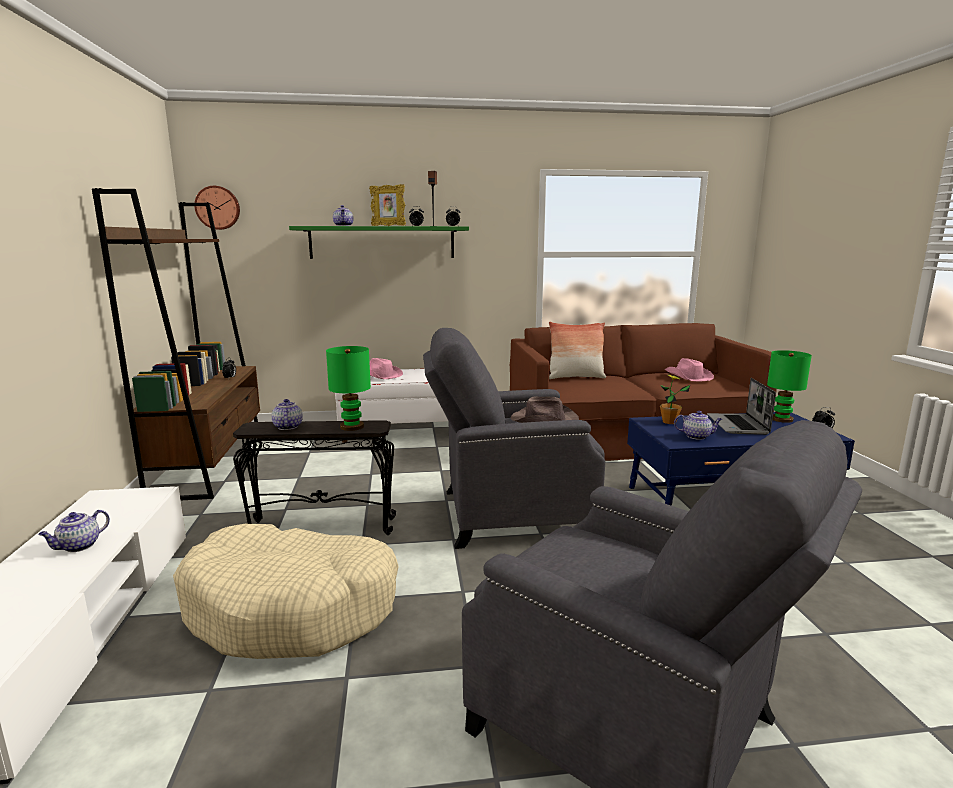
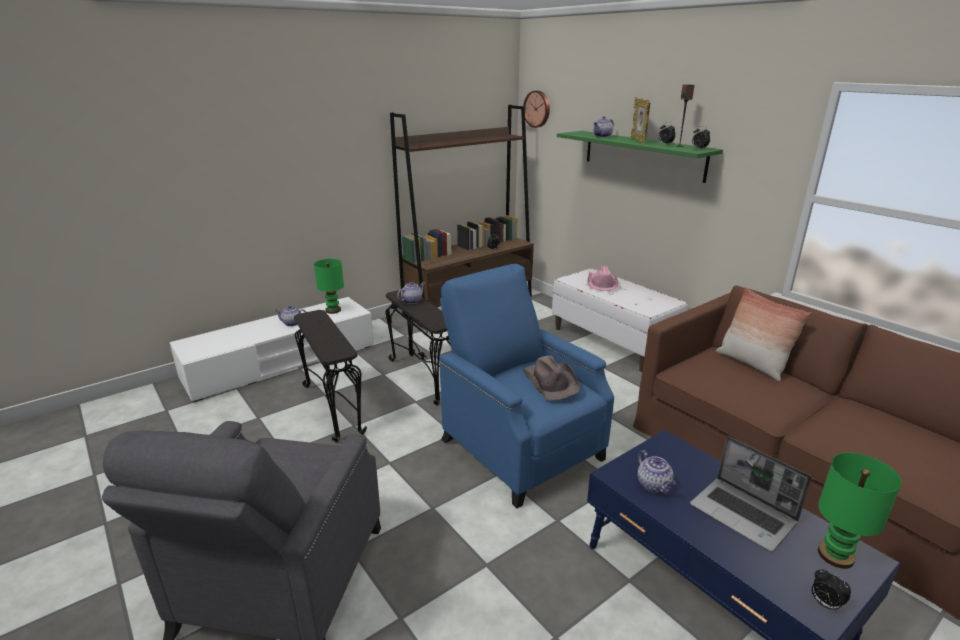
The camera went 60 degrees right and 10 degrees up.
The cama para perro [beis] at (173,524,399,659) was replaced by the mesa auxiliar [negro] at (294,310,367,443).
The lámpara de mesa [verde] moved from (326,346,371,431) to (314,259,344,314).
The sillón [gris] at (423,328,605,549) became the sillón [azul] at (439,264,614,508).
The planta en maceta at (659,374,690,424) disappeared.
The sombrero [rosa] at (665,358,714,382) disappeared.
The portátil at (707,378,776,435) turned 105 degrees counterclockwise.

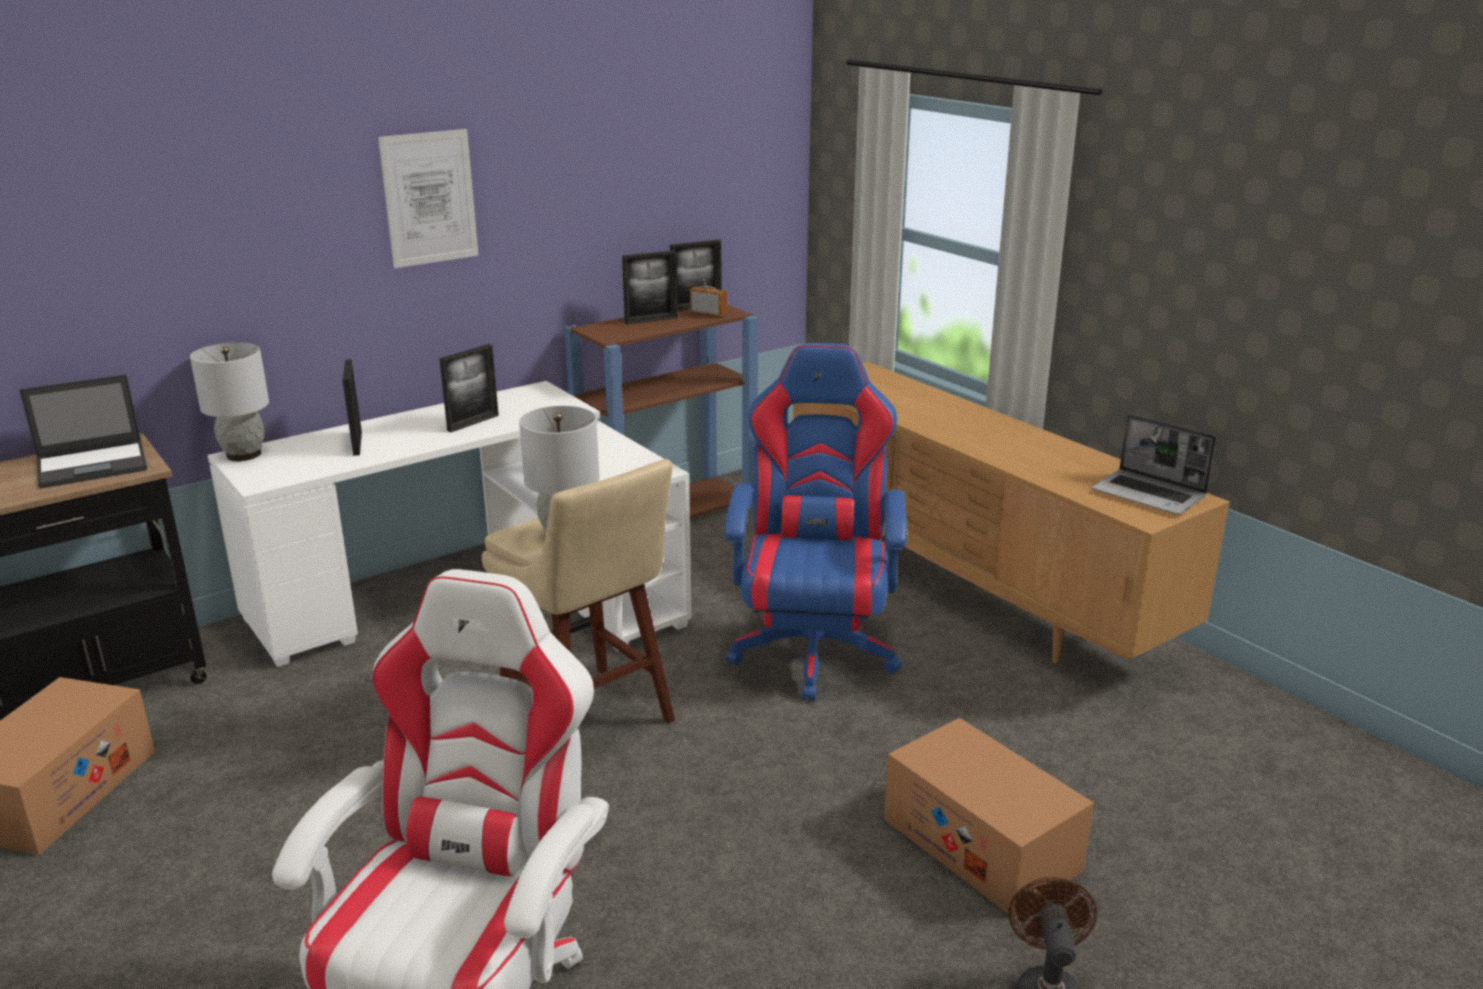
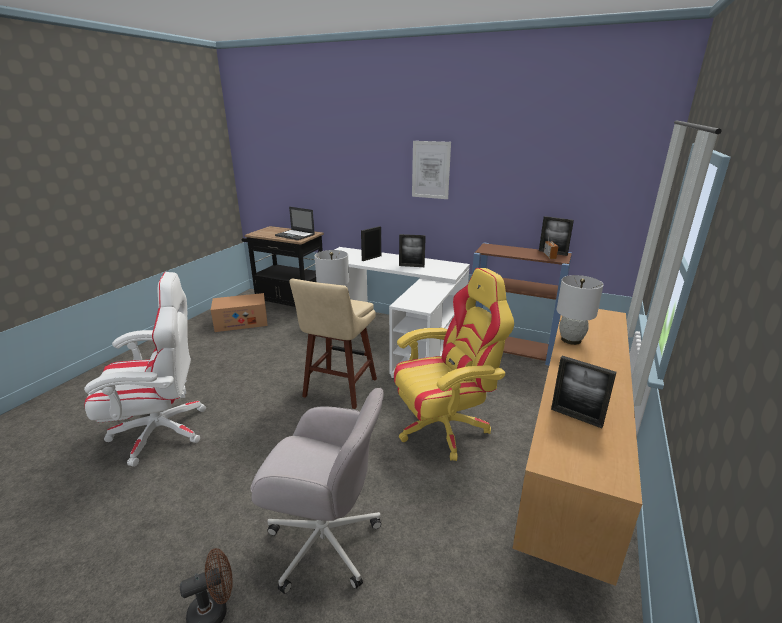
The camera went 60 degrees right and 0 degrees up.
The lámpara de mesa [blanco] moved from (190,342,269,461) to (557,275,603,345).
The portarretratos moved from (622,250,678,324) to (551,356,616,428).
The silla de oficina [azul] at (724,343,907,701) became the silla de oficina [amarillo] at (394,268,514,461).
The caja de cartón at (884,718,1094,917) was replaced by the silla de oficina [gris] at (250,388,384,594).
The portátil at (1092,414,1217,515) disappeared.

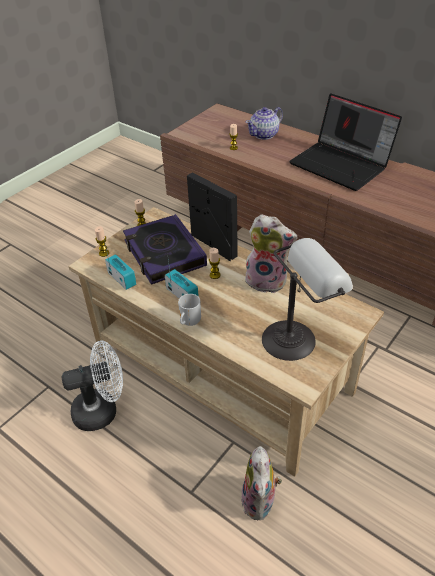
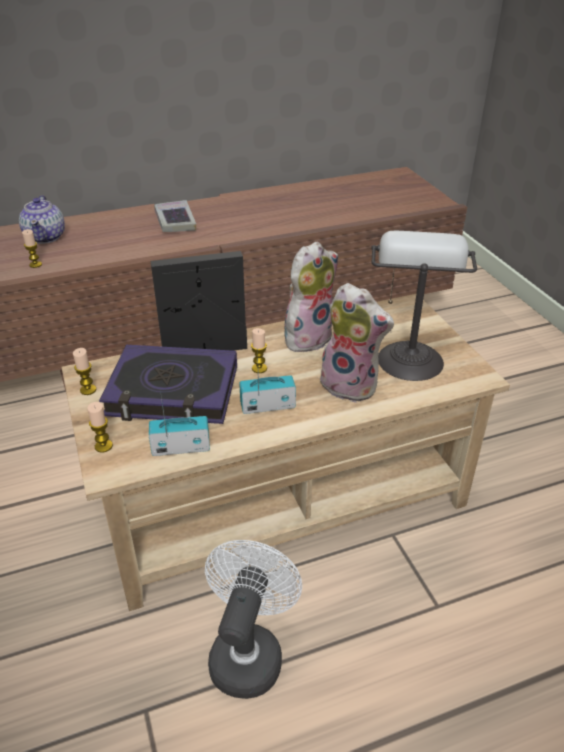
The camera went 60 degrees left and 5 degrees down.
The taza grande at (178,294,201,326) disappeared.
The peluche moved from (241,446,282,520) to (320,283,394,403).
The portátil at (289,93,402,191) was replaced by the libro at (154,200,196,232).

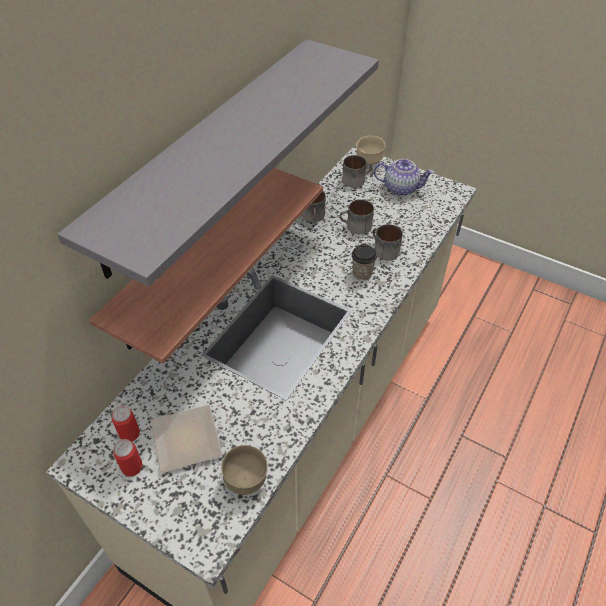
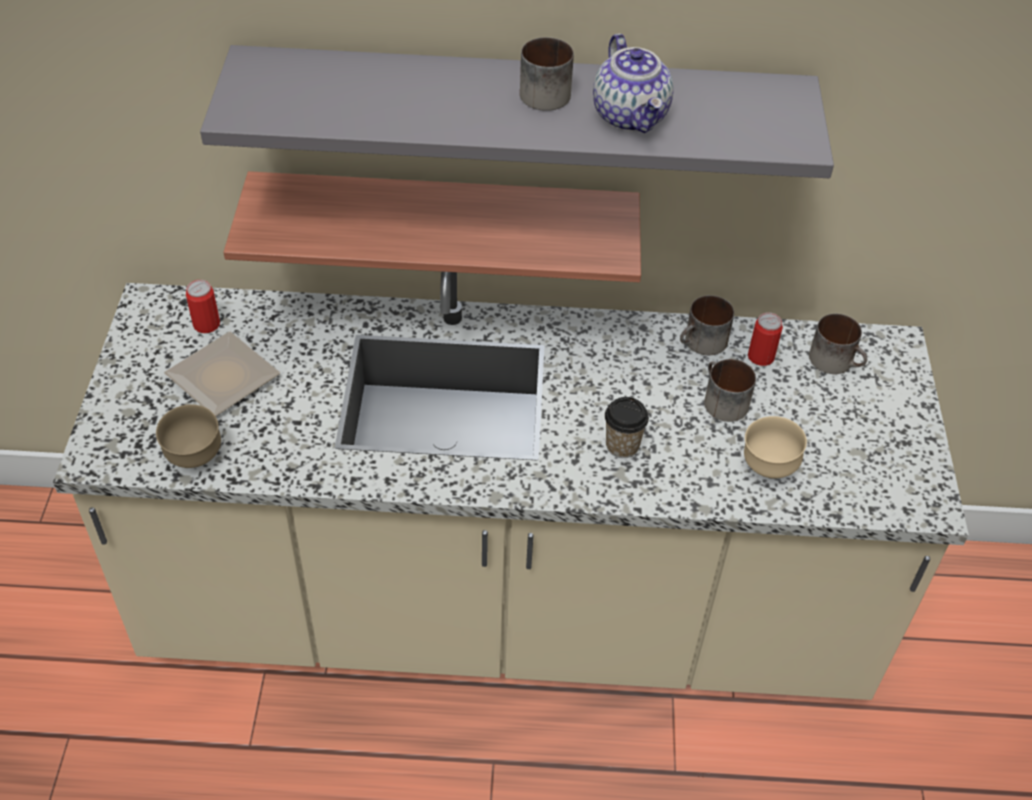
The camera went 60 degrees right and 0 degrees up.
The lata moved from (113,439,143,476) to (748,312,783,366).
The cuenco [beis] moved from (356,136,385,165) to (744,416,807,478).
The taza grande moved from (372,224,403,261) to (520,37,574,111).
The tetera moved from (373,159,434,196) to (593,33,674,133).

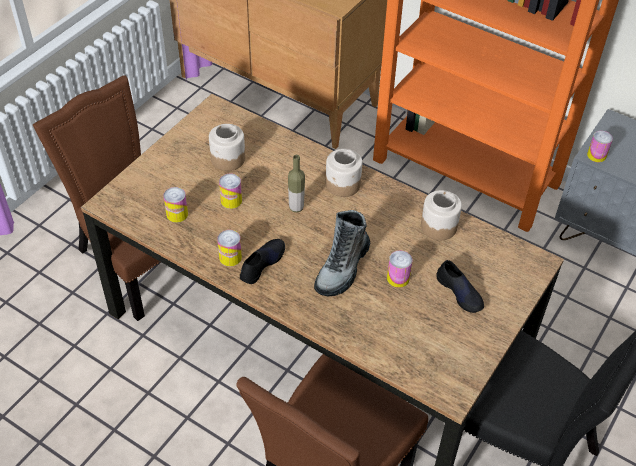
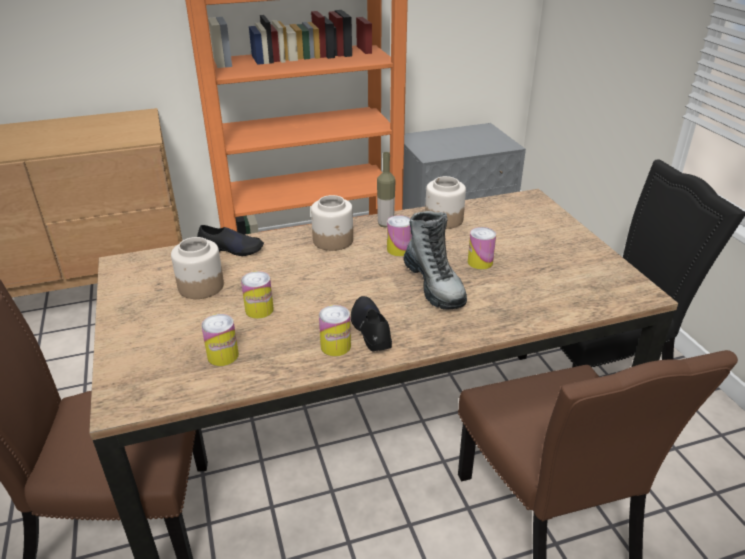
The camera went 50 degrees left and 15 degrees down.
The botella moved from (288,155,305,213) to (377,152,396,228).
The zapato [negro] moved from (436,260,484,313) to (197,225,264,256).
The lata moved from (587,131,613,162) to (387,215,412,256).

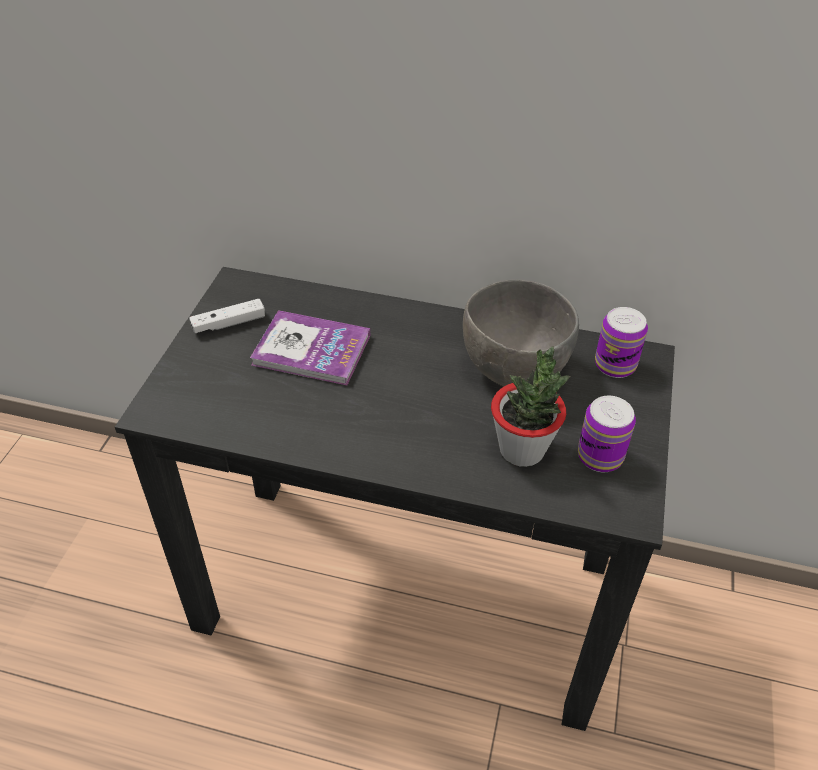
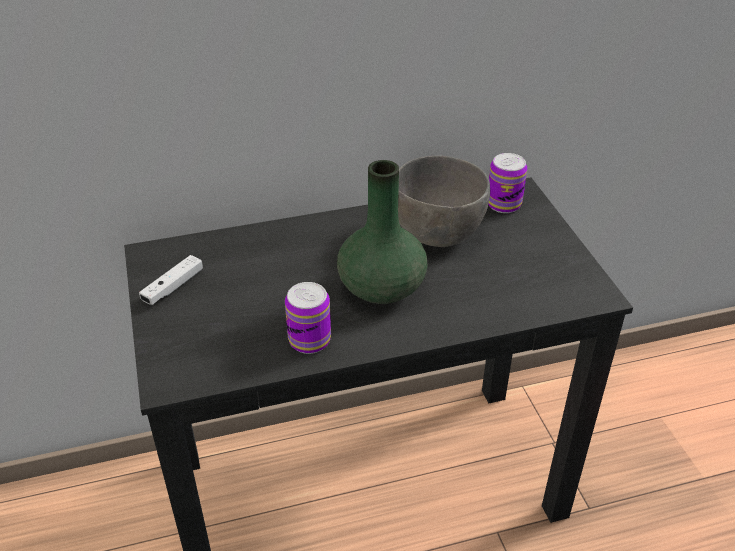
The camera went 30 degrees left and 5 degrees down.
The libro at (250,310,370,385) disappeared.
The planta en maceta at (491,346,571,467) disappeared.
The lata moved from (578,396,636,472) to (285,282,331,354).
The florero [verde] at (337,160,427,304) appeared.

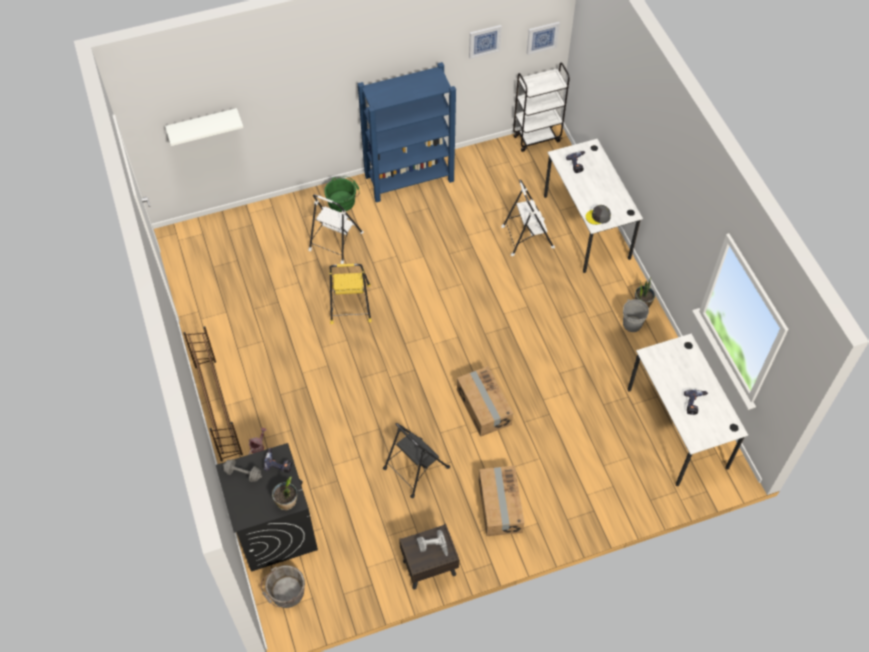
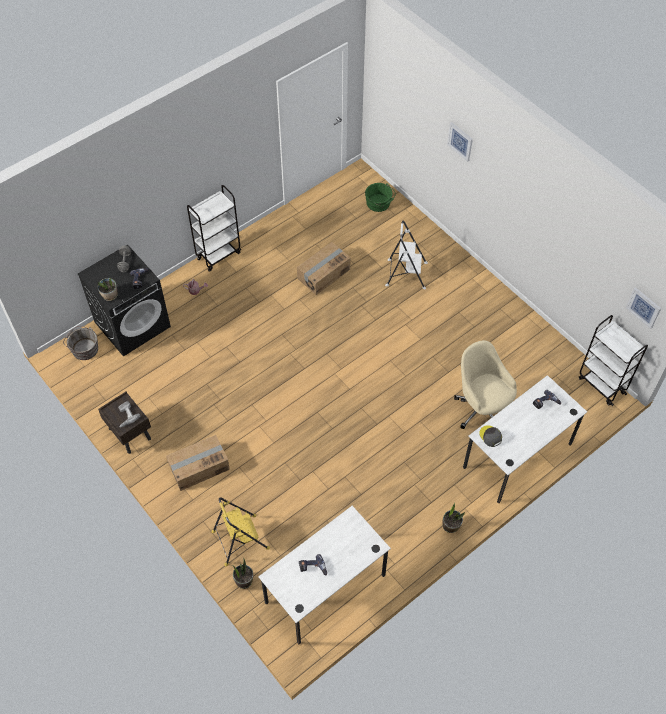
The camera went 70 degrees right and 0 degrees up.
The estante [blanco] at (165,108,243,146) disappeared.
The zapatero [marrón] at (183,326,243,462) was replaced by the carrito [blanco] at (187,185,242,272).
The cubo [verde] moved from (324,176,359,212) to (365,183,396,212).
The escalera de tijera [amarillo] moved from (329,264,372,324) to (212,497,270,566).
The estantería [azul] at (358,62,456,203) disappeared.
The escalera de tijera [negro] at (383,423,450,498) disappeared.
The caja de cartón moved from (457,366,513,437) to (297,242,351,295).
The cuadro moved from (469,25,502,59) to (447,122,473,162).
The escalera de tijera [blanco] at (501,179,555,256) was replaced by the silla de oficina [beis] at (454,340,517,429).
The cubo [gris] at (623,299,649,332) disappeared.
The planta en maceta at (232,558,253,589) appeared.

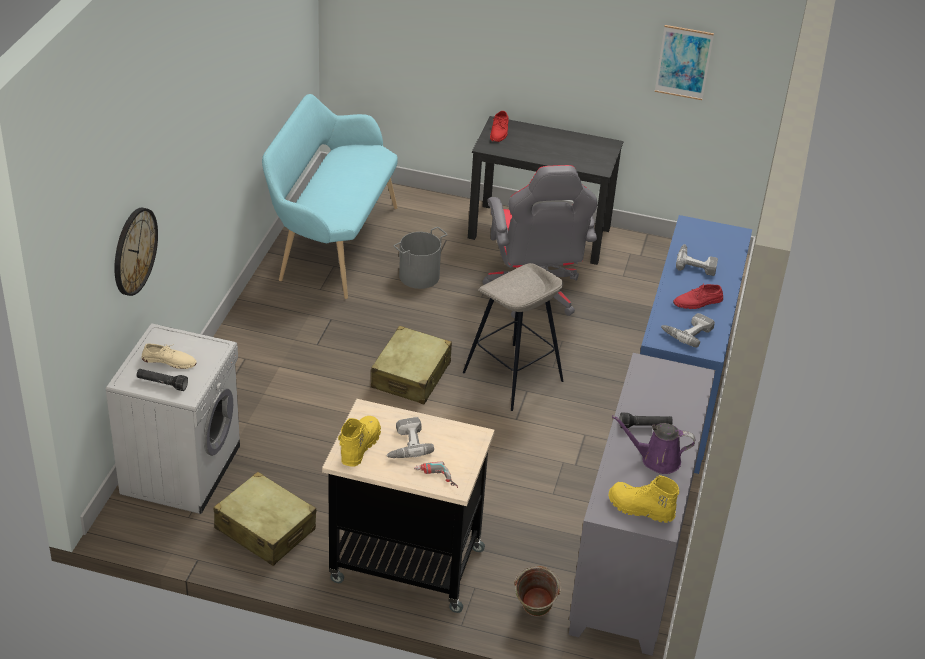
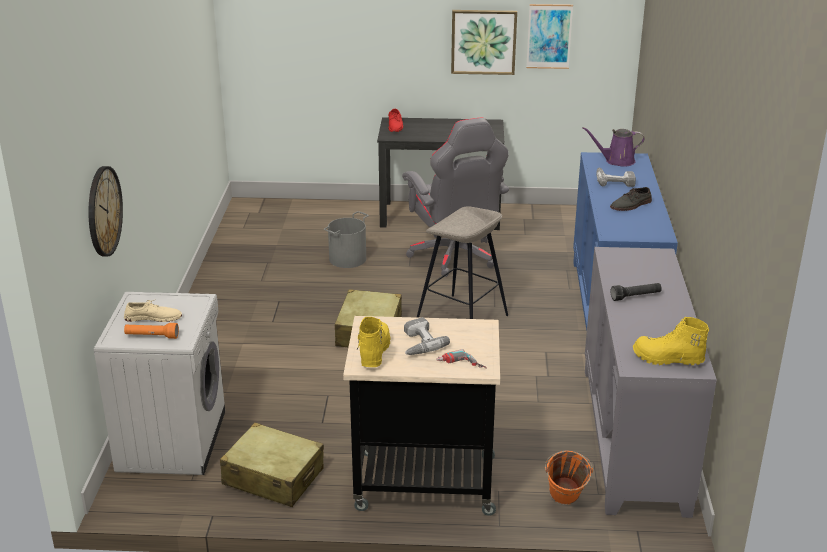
The camera went 10 degrees left and 10 degrees down.
The linterna [negro] at (137,369,188,391) became the linterna [naranja] at (124,323,179,339).
The banco [turquesa] at (262,94,398,299) disappeared.
The cubo [verde] at (514,566,561,617) became the cubo [naranja] at (545,450,593,505).
The regadera [morado] moved from (612,416,695,474) to (582,127,645,167).
The taladro at (661,313,715,347) disappeared.
The zapato [rojo] at (673,283,723,309) became the zapato [gris] at (610,187,652,211).
The cuadro at (451,10,517,75) appeared.

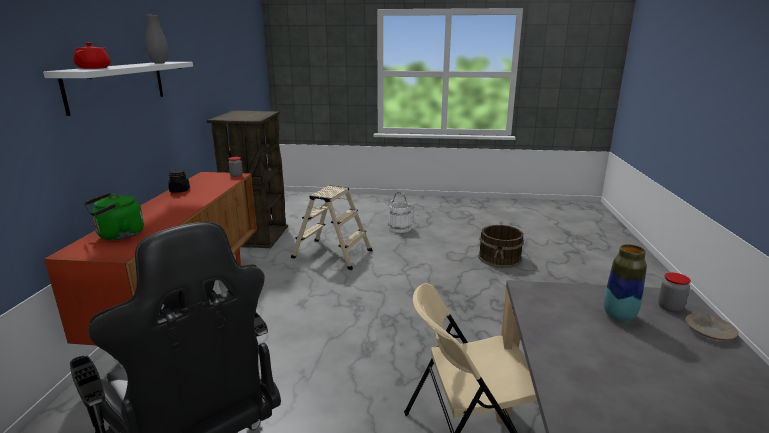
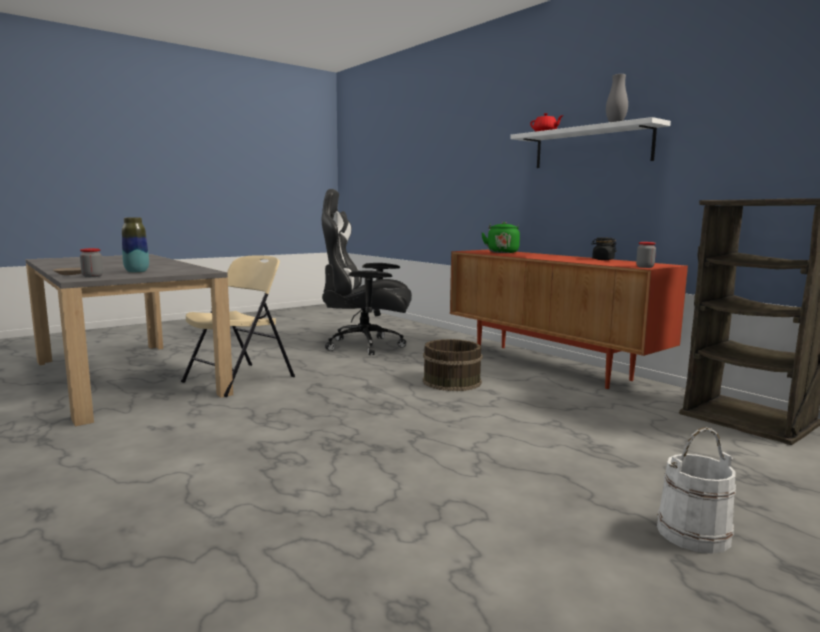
The camera went 135 degrees right and 10 degrees down.
The escalera de tijera [beis] at (291,185,373,270) disappeared.
The cubo [marrón] moved from (478,225,524,268) to (423,339,483,391).

